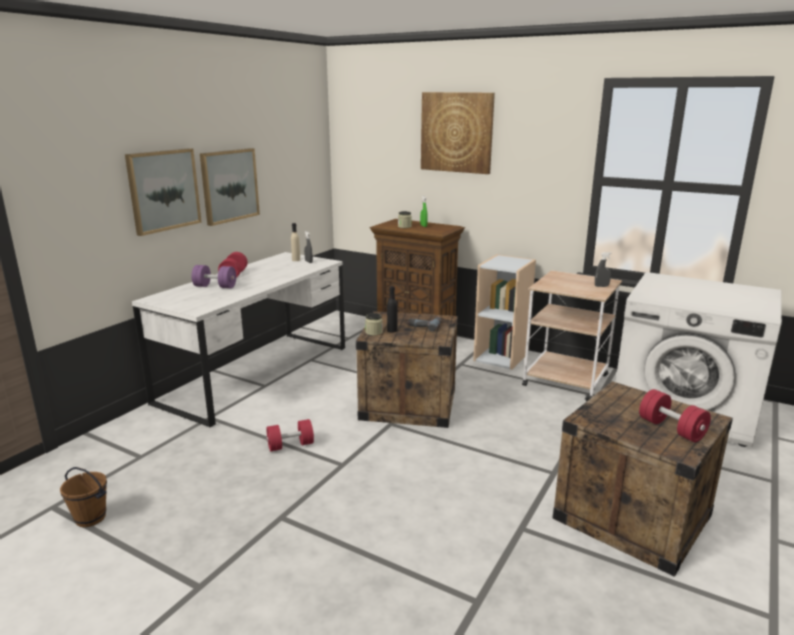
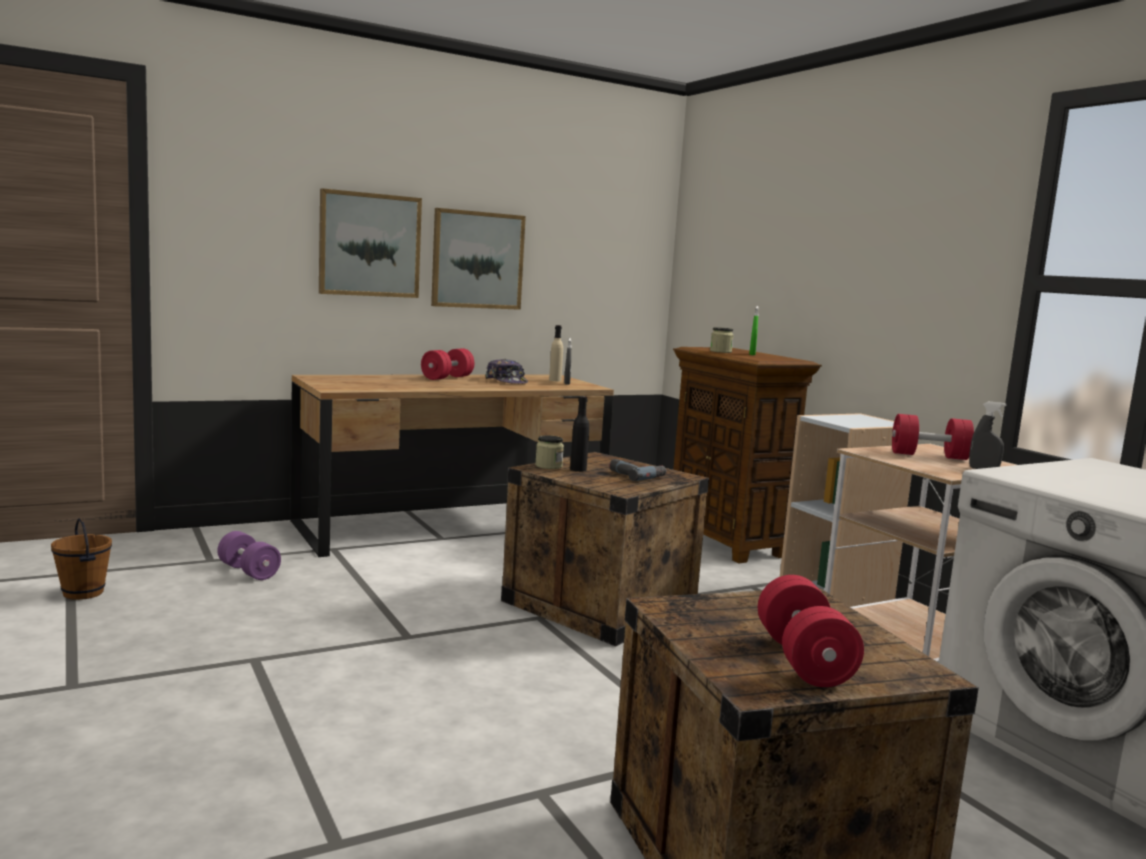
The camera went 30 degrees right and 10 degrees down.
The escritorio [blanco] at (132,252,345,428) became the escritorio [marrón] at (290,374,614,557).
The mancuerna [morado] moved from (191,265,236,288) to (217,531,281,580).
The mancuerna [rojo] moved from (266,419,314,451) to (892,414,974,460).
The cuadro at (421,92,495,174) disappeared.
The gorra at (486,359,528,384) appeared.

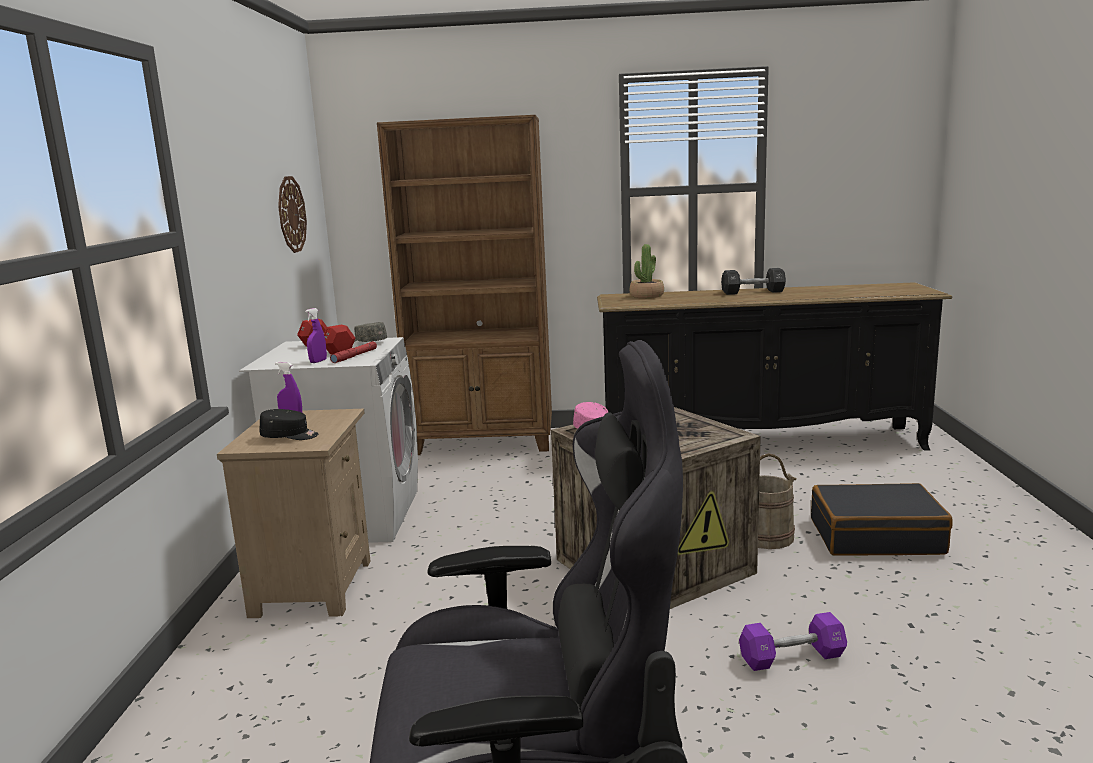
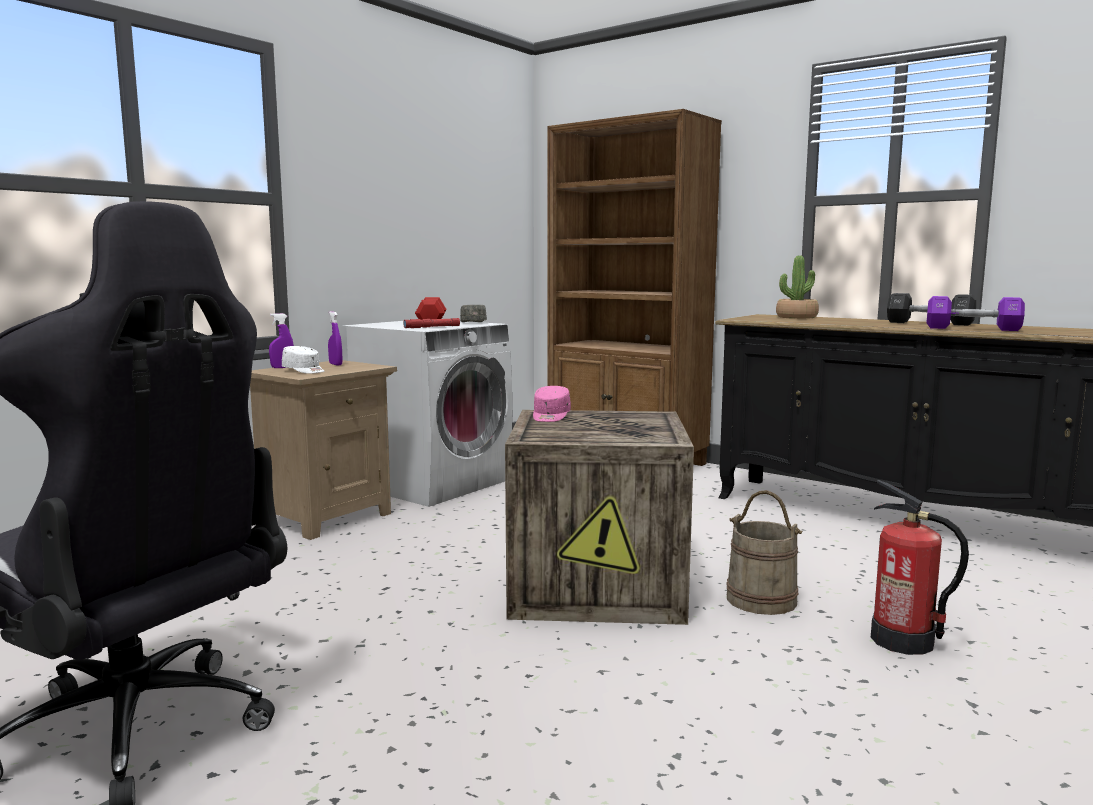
The camera went 35 degrees right and 5 degrees down.
The gorra [negro] at (259,409,318,440) became the gorra [blanco] at (282,346,324,374).
The reloj de pared at (278,176,307,253) disappeared.
The pulverizador [morado] moved from (305,308,327,363) to (269,313,294,368).
The mancuerna [morado] moved from (739,612,847,671) to (927,296,1025,331).
The maleta [negro] at (811,483,952,556) was replaced by the extintor at (871,480,969,655).

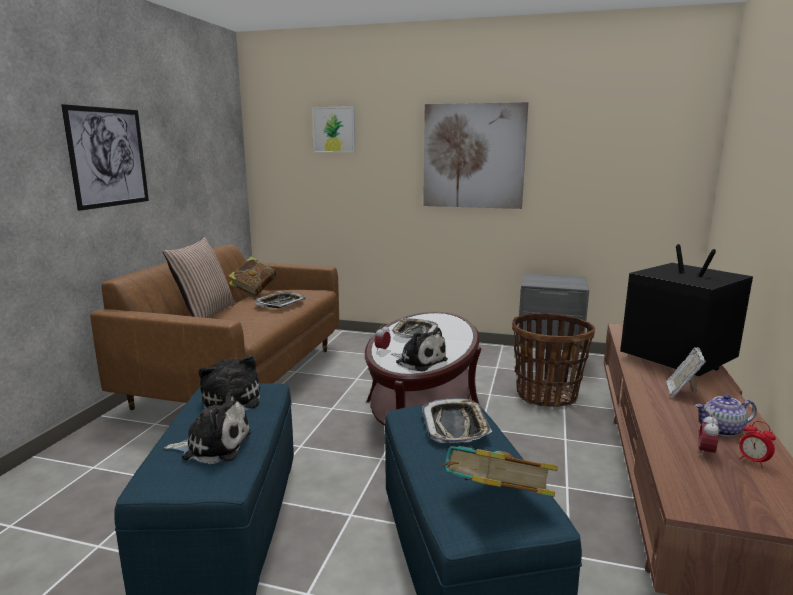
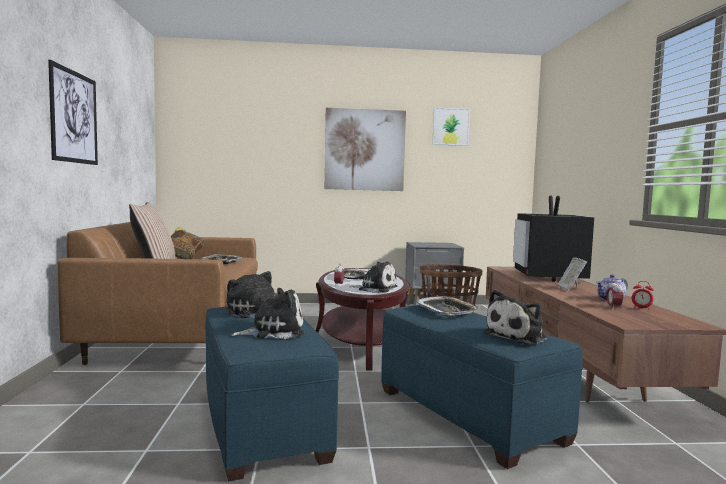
The camera went 20 degrees left and 10 degrees down.
The cuadro moved from (312,106,355,153) to (432,107,470,146).
The libro at (442,446,558,497) was replaced by the peluche at (483,290,548,344).
The televisor at (620,244,753,377) turned 120 degrees counterclockwise.

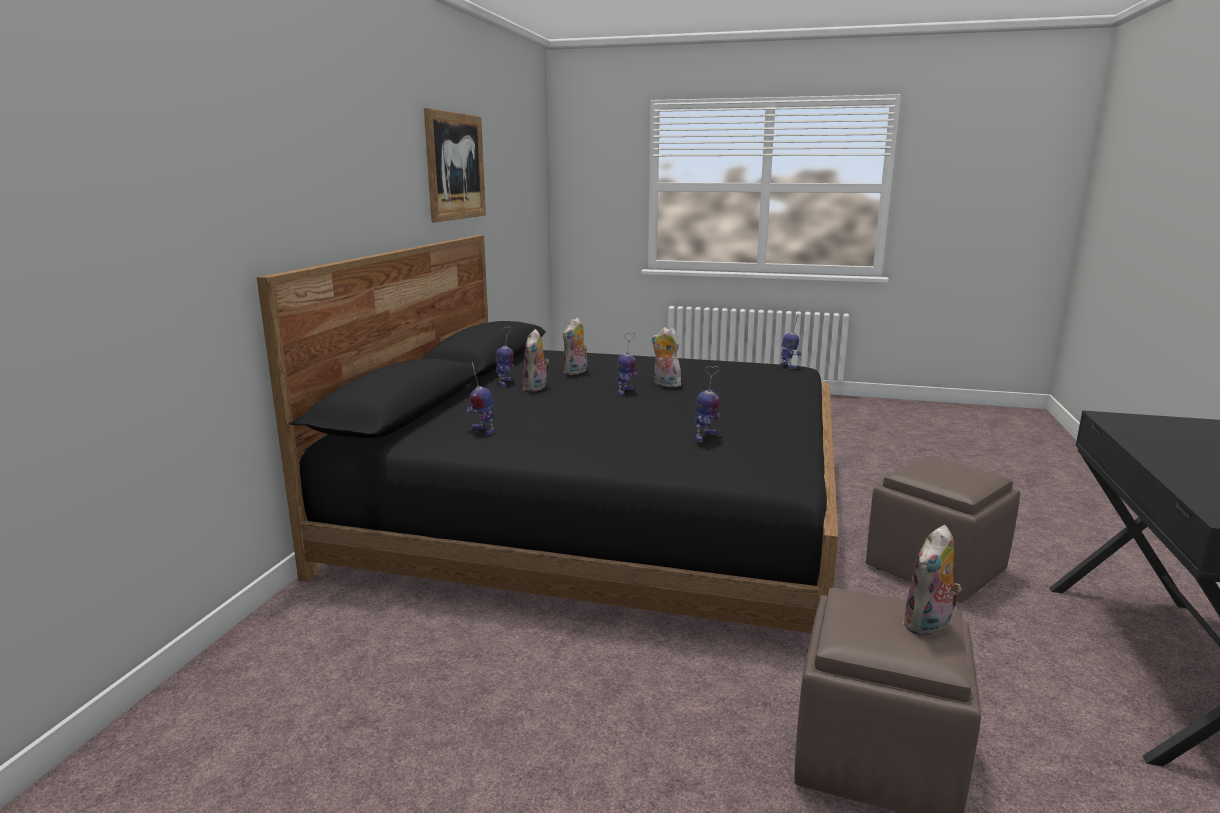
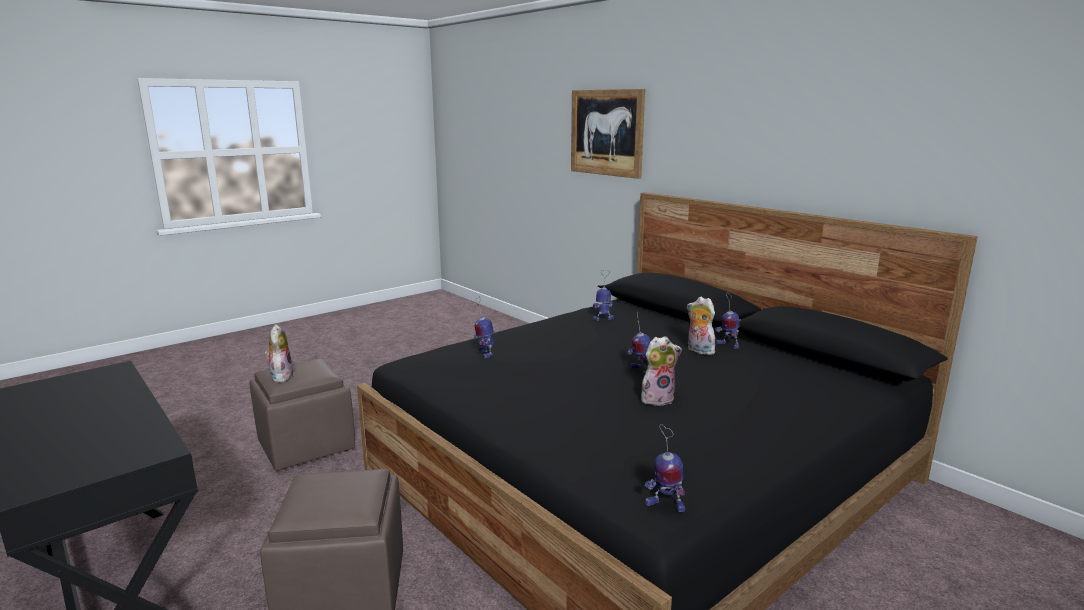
The camera went 125 degrees right and 0 degrees up.
The cuadro moved from (424,108,486,222) to (571,89,645,179).
The peluche at (563,317,587,375) disappeared.

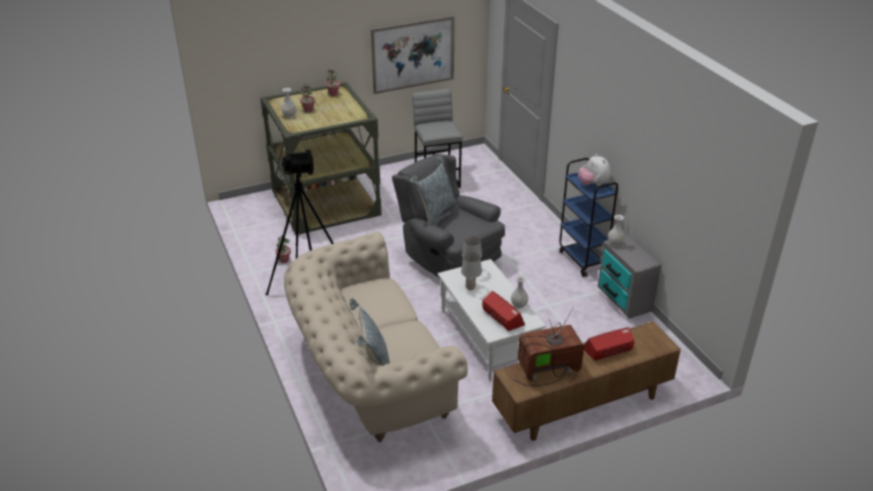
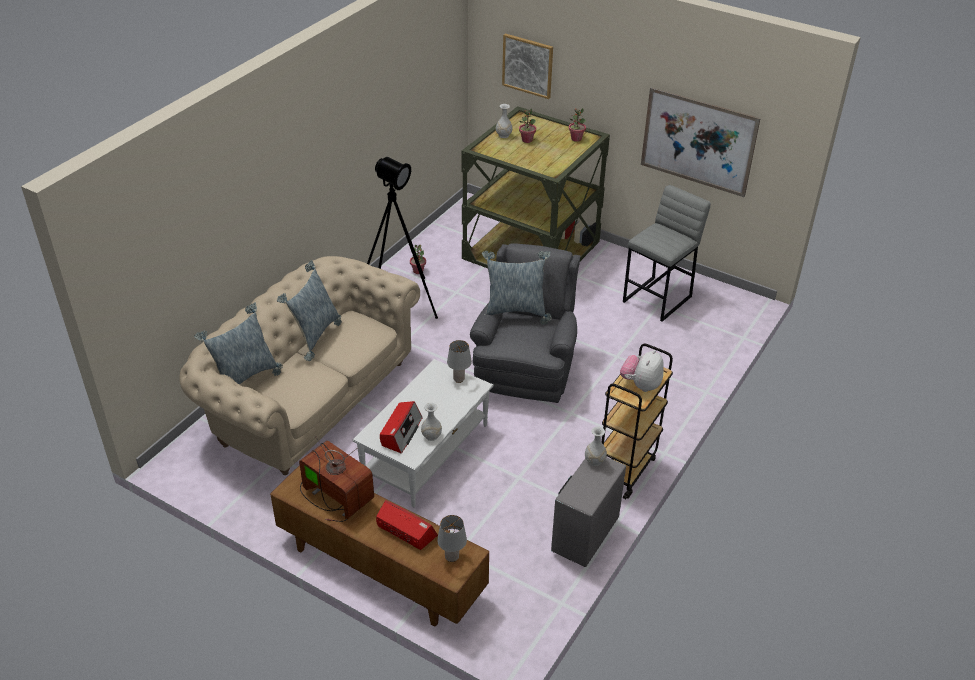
The camera went 55 degrees right and 5 degrees up.
The lámpara de mesa [gris] moved from (461,252,482,290) to (437,515,467,562).
The carrito [azul] at (559,158,618,277) became the carrito [marrón] at (601,344,673,499).
The cojín at (277,260,342,361) appeared.
The cuadro at (502,33,553,99) appeared.

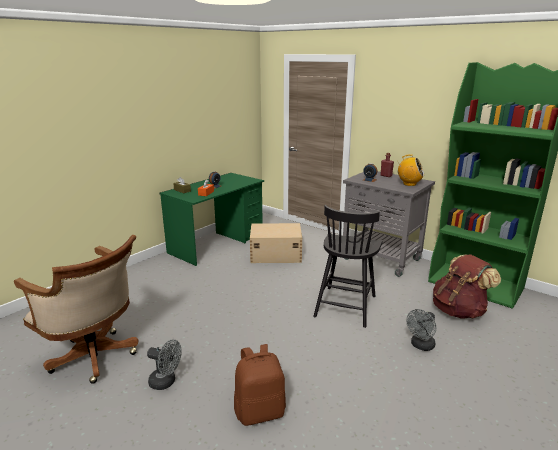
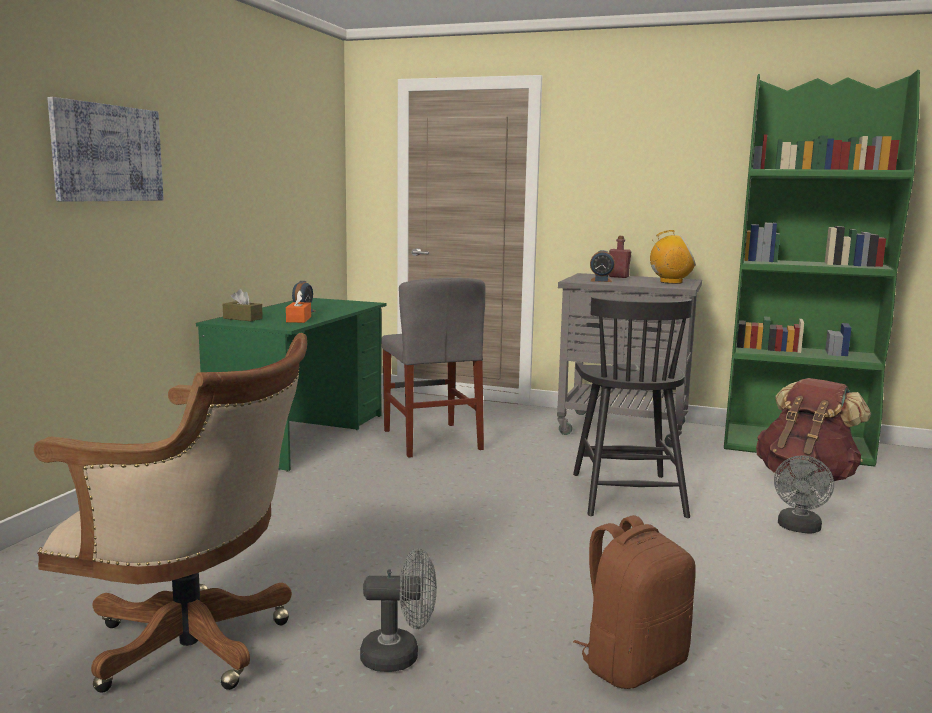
The camera went 20 degrees left and 10 degrees down.
The caja de almacenaje [beis] at (250,223,302,263) was replaced by the silla [gris] at (381,278,485,458).
The cuadro at (47,97,164,202) appeared.

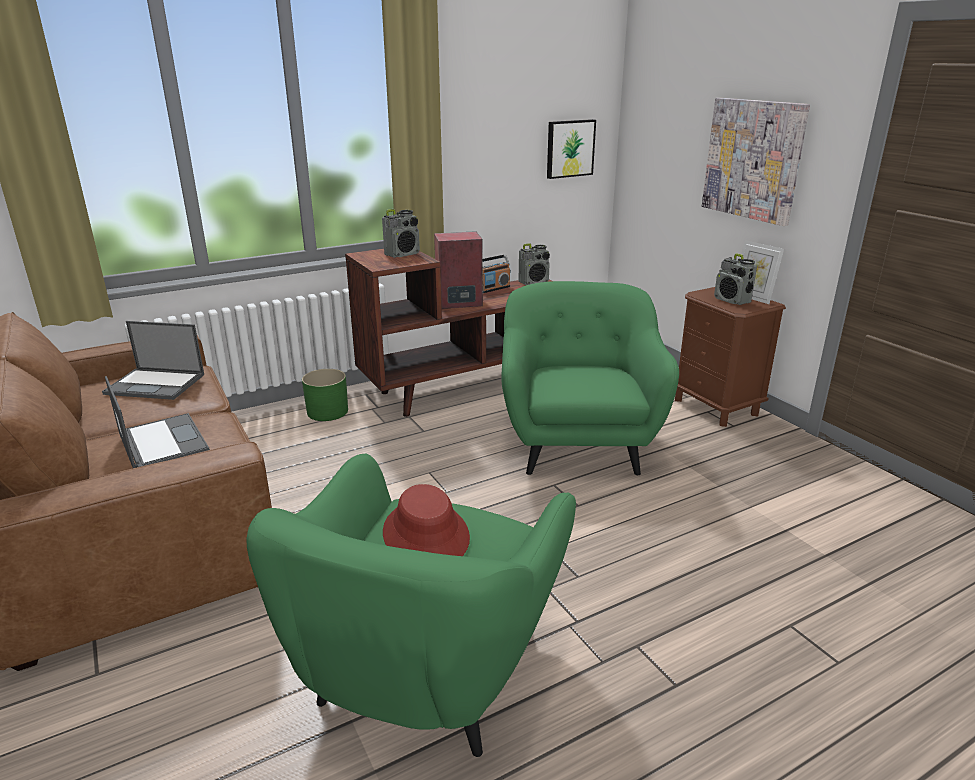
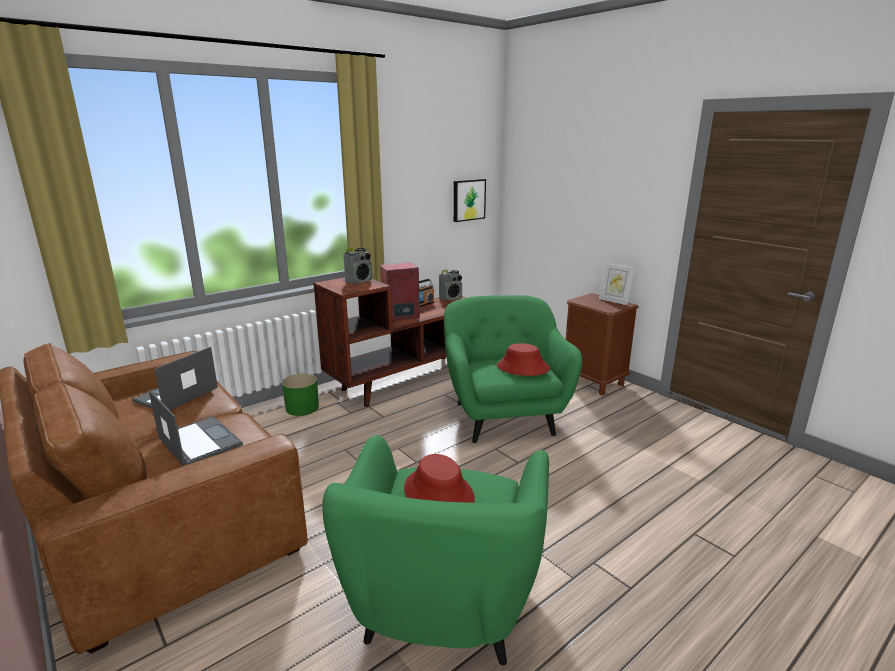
The camera went 10 degrees left and 5 degrees down.
The portátil at (102,321,204,400) turned 120 degrees clockwise.
The cuadro at (702,98,810,226) disappeared.
The radio at (714,253,757,305) disappeared.
The sombrero [rojo] at (497,343,550,376) appeared.

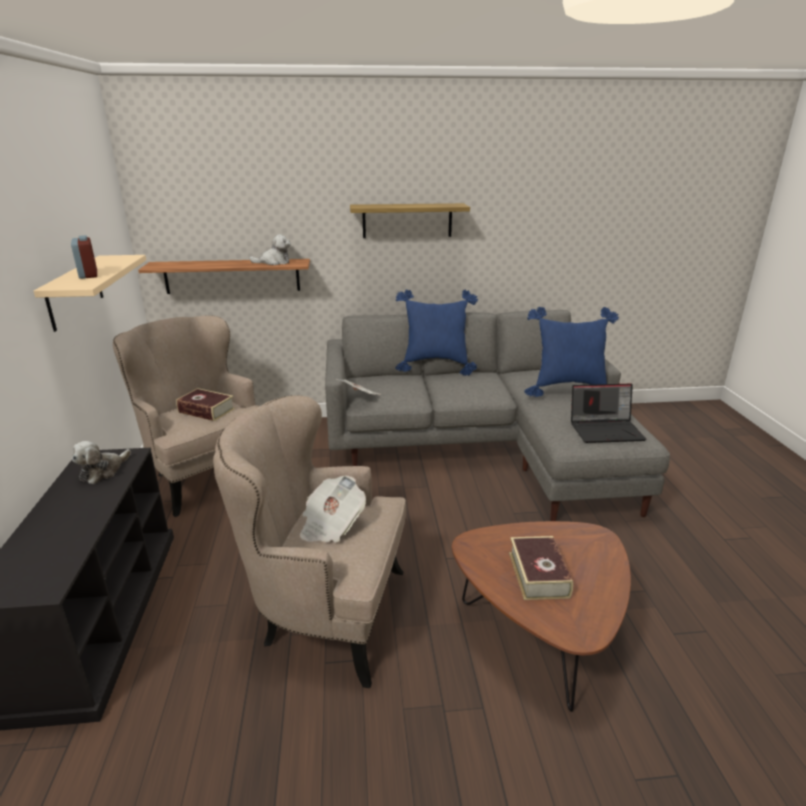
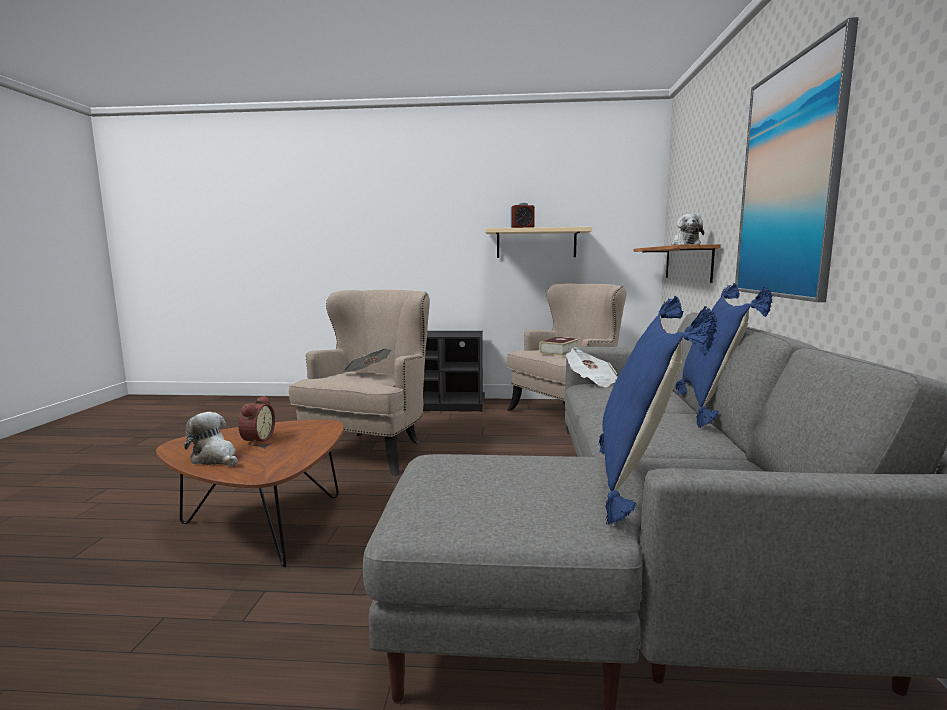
The camera went 100 degrees right and 15 degrees down.
The peluche moved from (72,441,131,484) to (184,412,238,466).
The estante at (350,203,470,238) was replaced by the cuadro at (735,17,859,302).
The libro at (509,536,573,600) was replaced by the despertador at (238,396,275,446).
The portátil at (571,384,647,443) disappeared.

